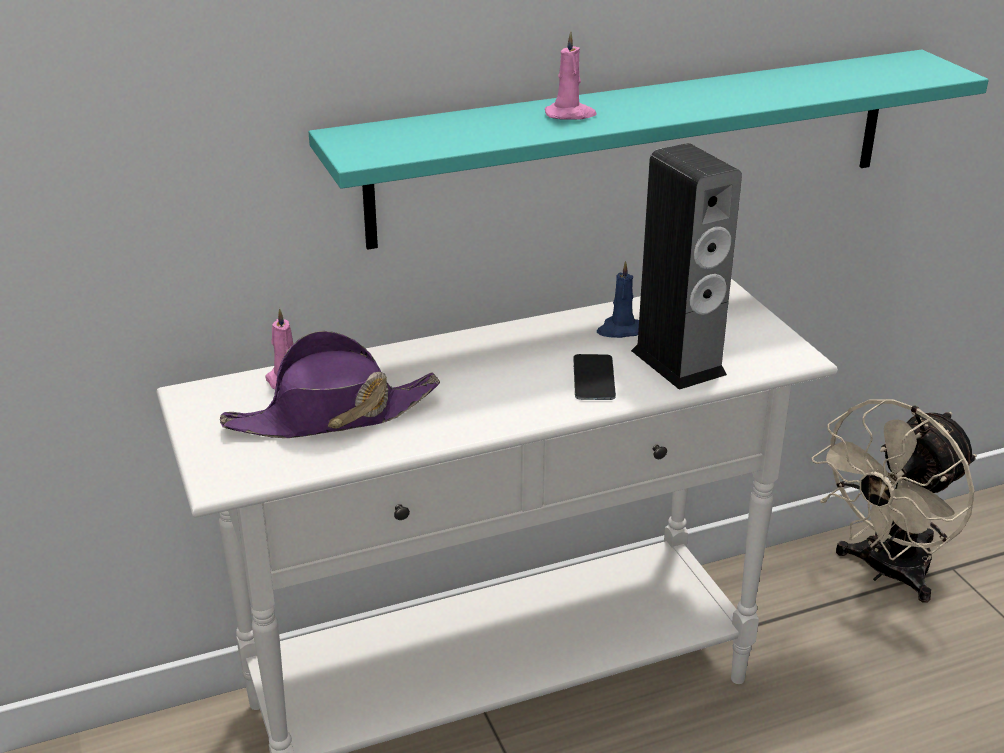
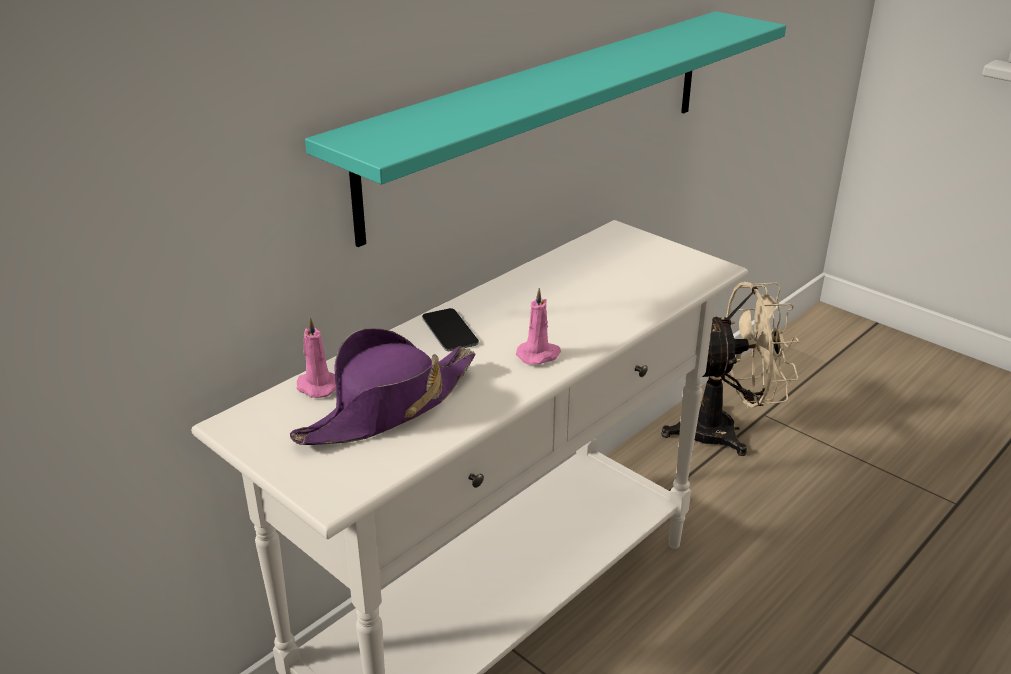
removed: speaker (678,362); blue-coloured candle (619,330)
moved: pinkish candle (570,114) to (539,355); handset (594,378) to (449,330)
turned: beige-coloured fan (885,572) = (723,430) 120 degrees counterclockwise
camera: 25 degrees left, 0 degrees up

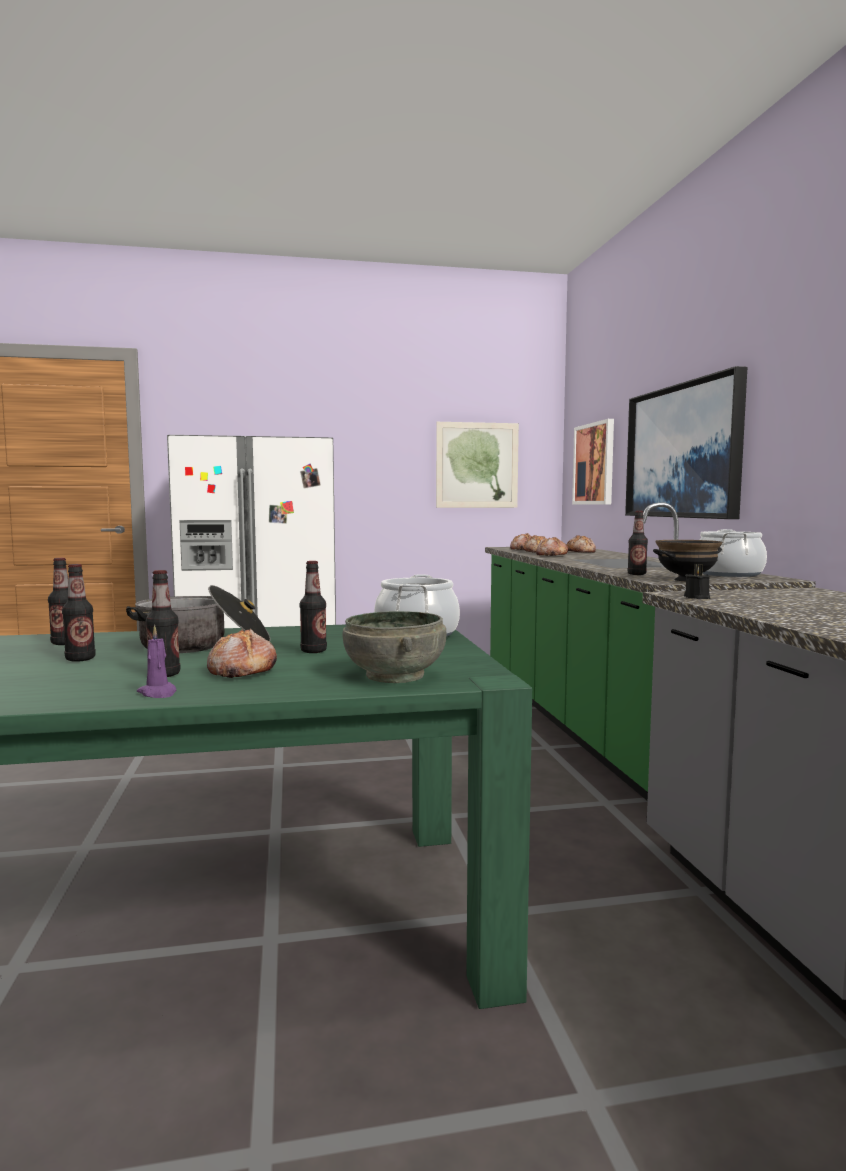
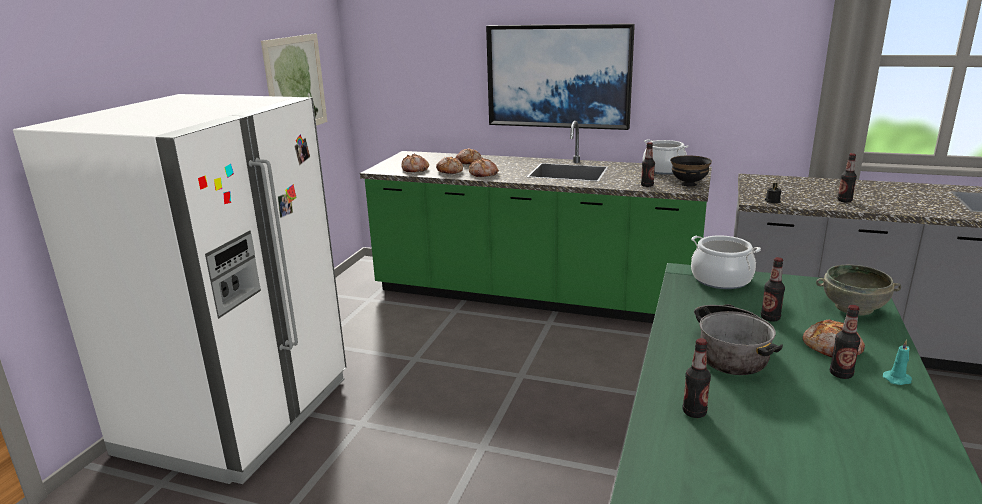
removed: wall picture (594,464)
moved: bottle (80,659) to (844,201)
recoloured: purple-coloured candle (158,693) to blue-green candle (898,379)
camera: 60 degrees left, 15 degrees up

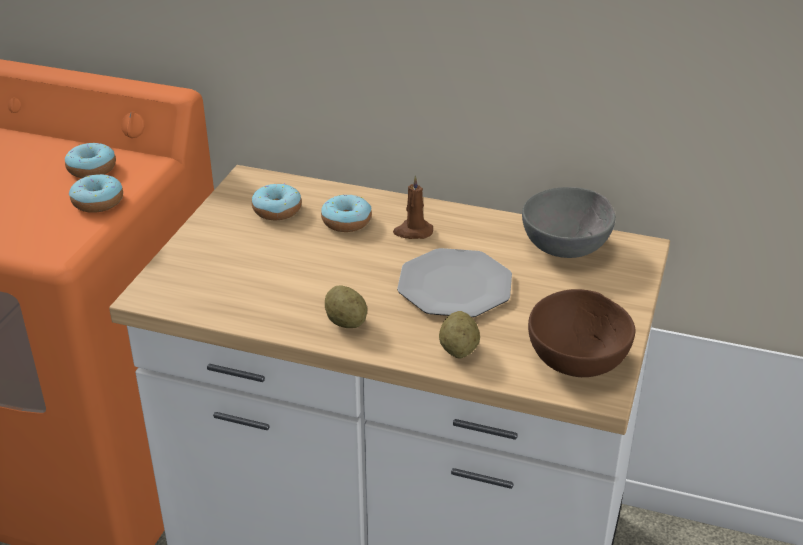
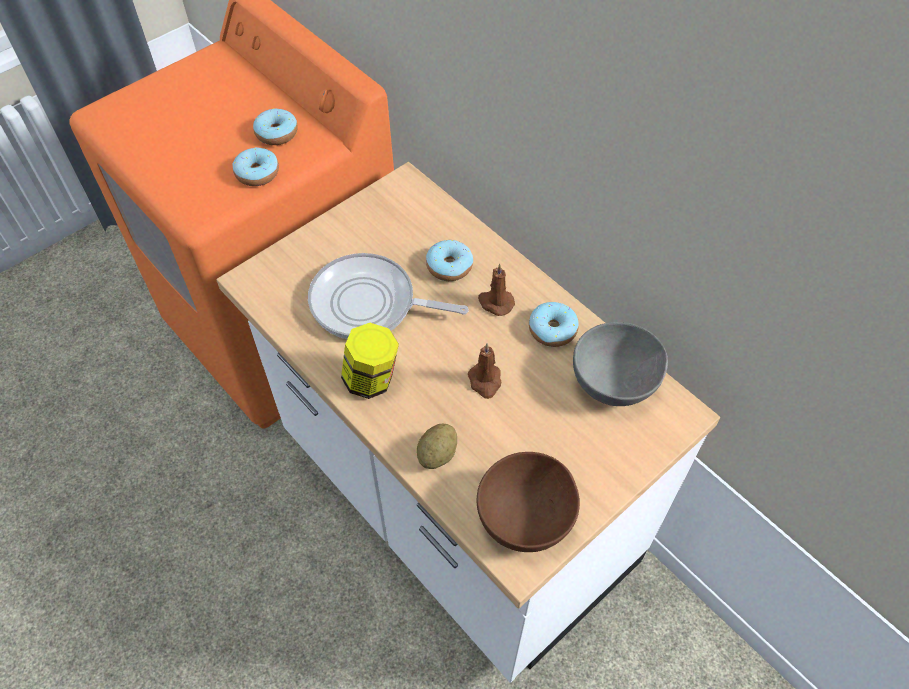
added: frying pan (369,304)
moved: doughnut (277,210) to (552,330)
replaced: dinner plate (454,286) to brownish candle (485,381); potato (346,322) to storage jar (372,379)
camera: 30 degrees right, 20 degrees up

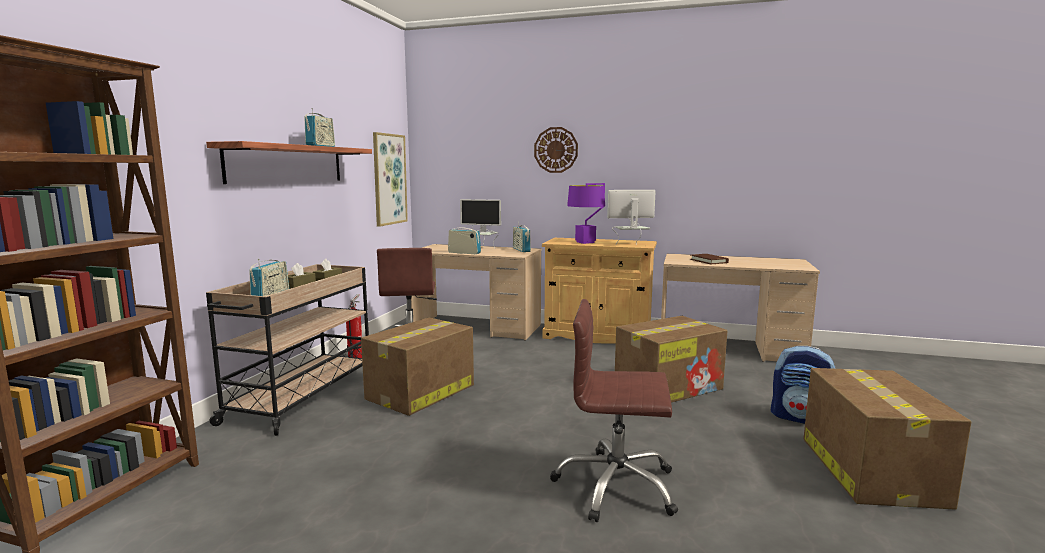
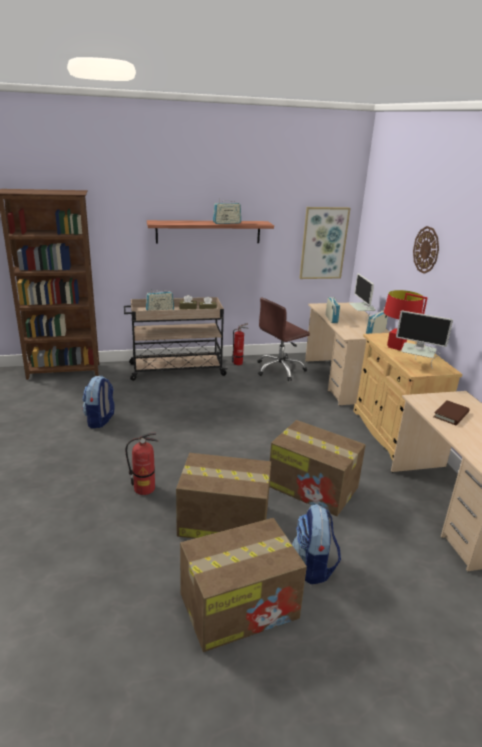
added: knapsack (100,420)
moved: carton (419,392) to (222,521)
replaced: brownish desk chair (616,486) to fire extinguisher (144,488)
recoloured: purple-coloured table lamp (585,242) to red-coloured table lamp (396,347)
turned: computer screen (630,244) = (416,365) 150 degrees clockwise
camera: 60 degrees right, 15 degrees up

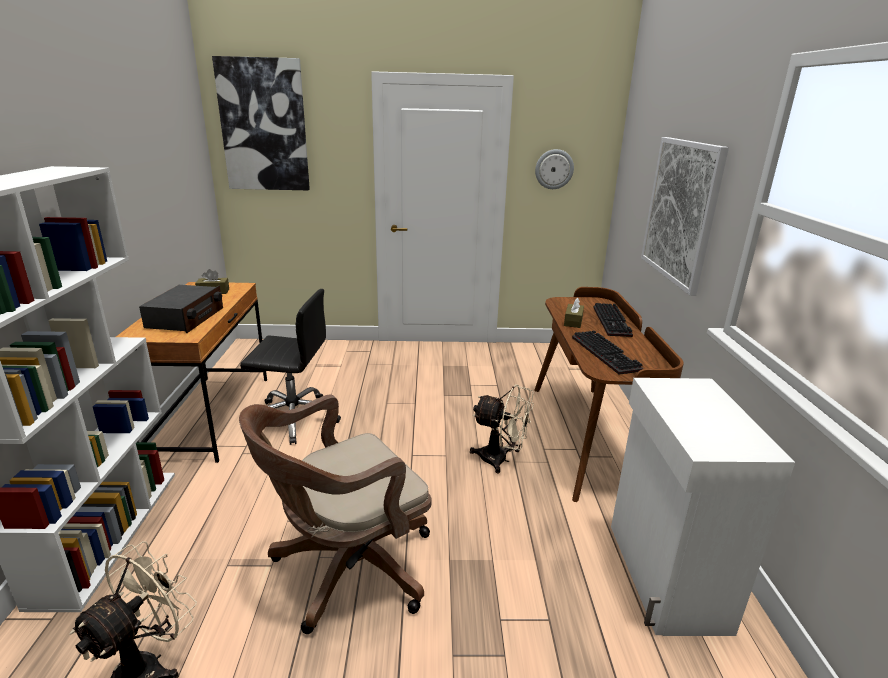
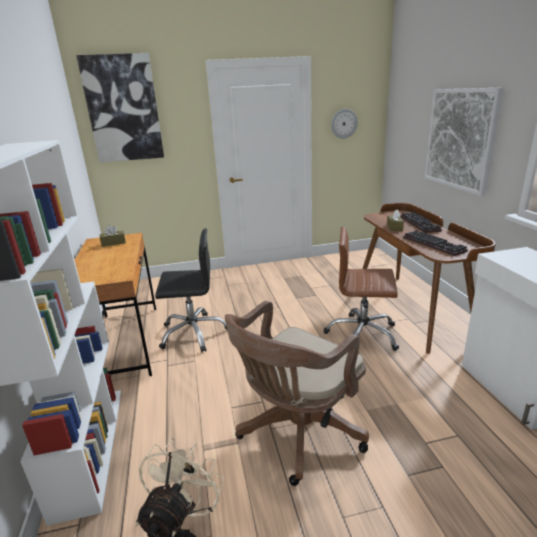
removed: radio set (186,318)
replaced: beige-coloured fan (500,460) to brownish desk chair (362,335)
camera: 10 degrees left, 0 degrees up

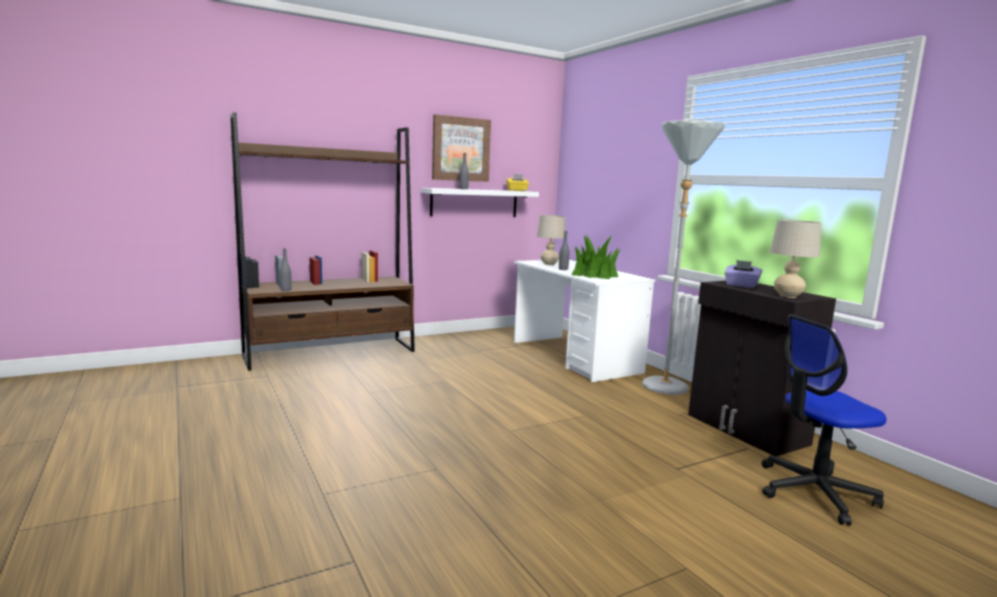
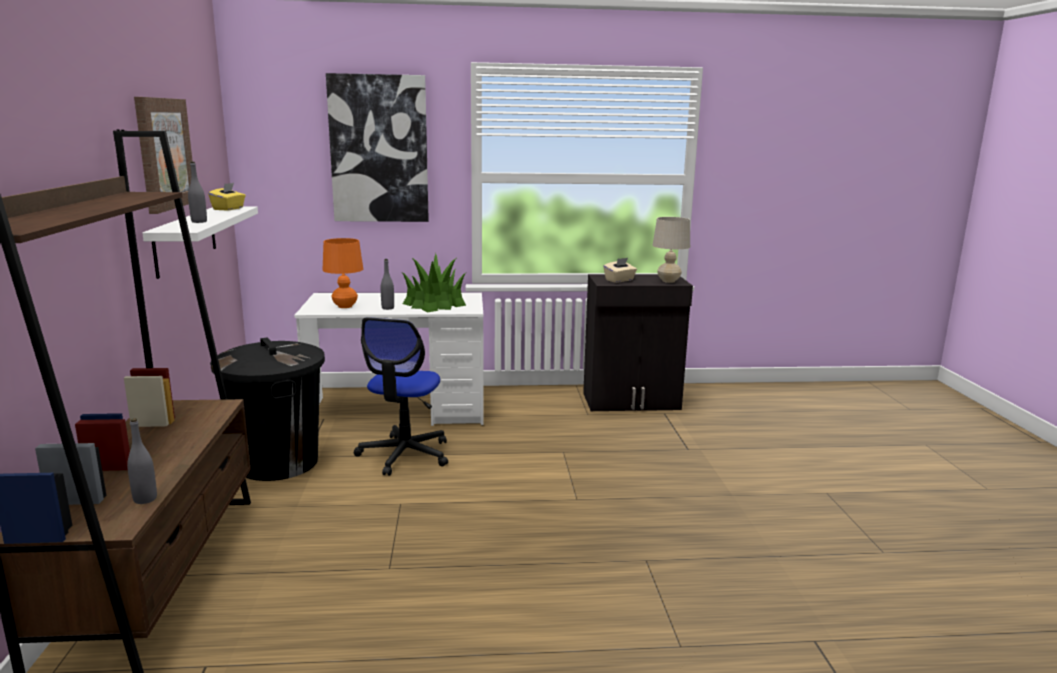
removed: greyish standing lamp (664,390)
added: wall picture (379,149); black waste bin (278,462)
moved: desk chair (814,492) to (404,455)
recoloured: beige-coloured table lamp (549,264) to orange-coloured table lamp (345,306); purple-coloured box of tissues (741,285) to beige-coloured box of tissues (619,280)
camera: 65 degrees left, 5 degrees up

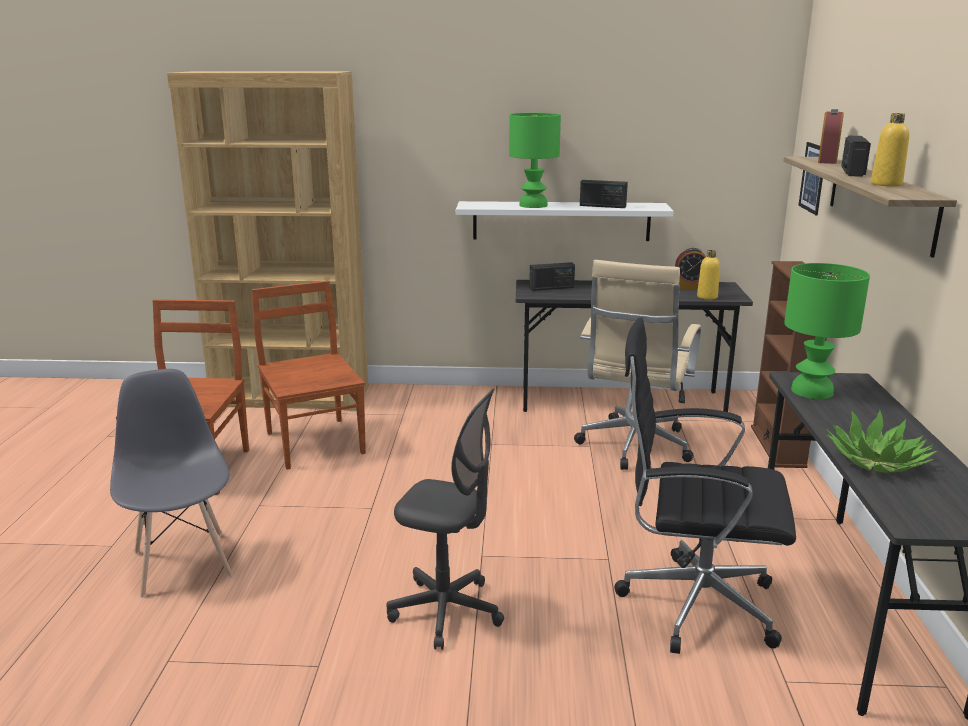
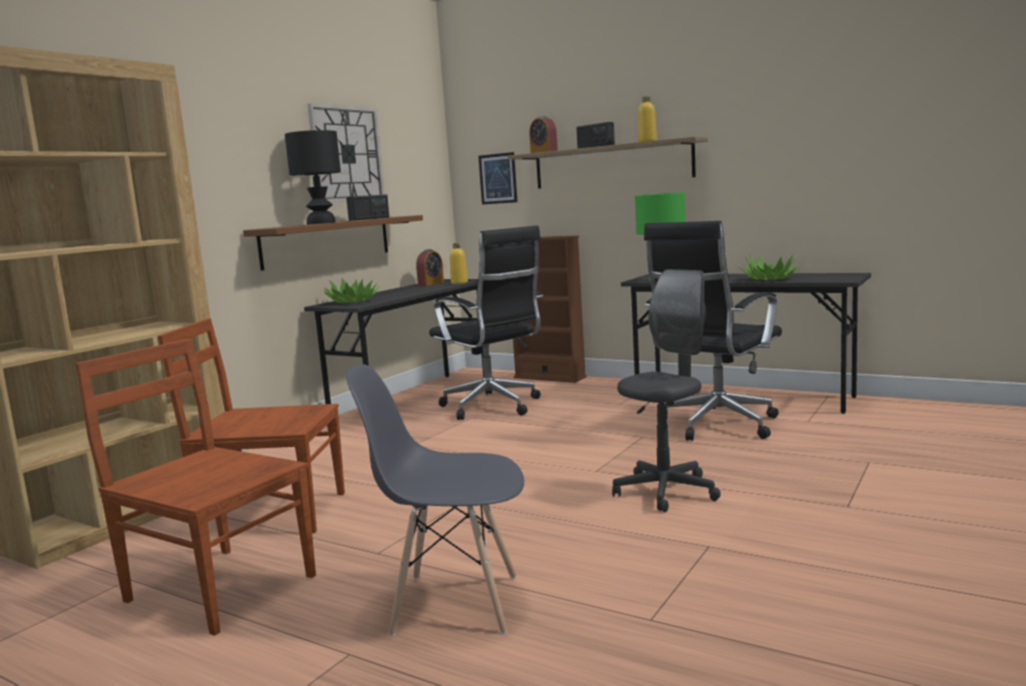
added: clock on the wall (346,154)
replaced: radio set (551,288) to potted plant (353,302)
recoloured: greenish table lamp (532,205) to black table lamp (320,223); white-coloured shelf (561,221) to brownish shelf (327,241); beige-coloured desk chair (634,447) to black desk chair (493,407)
camera: 60 degrees left, 10 degrees down

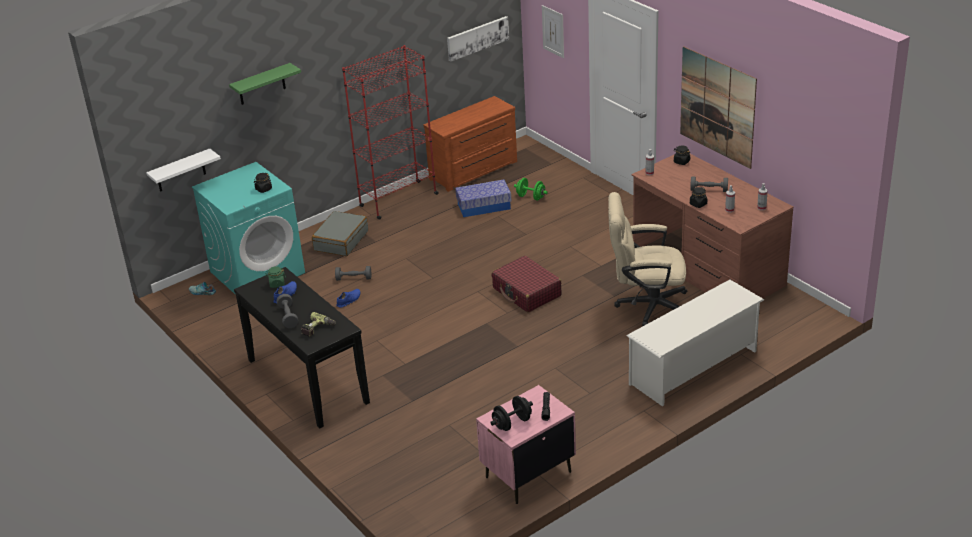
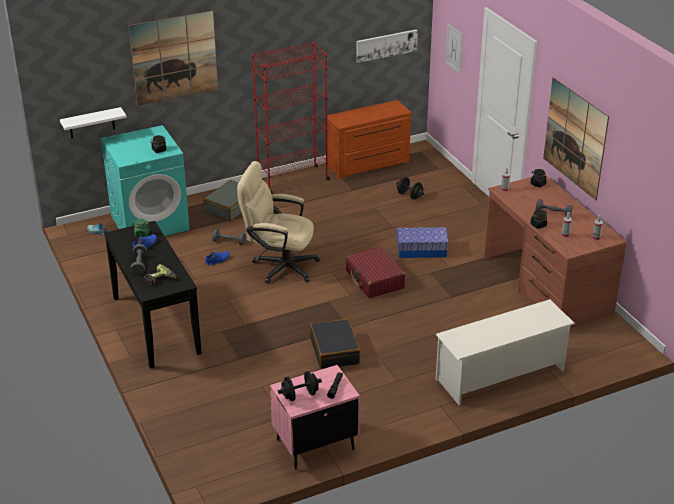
added: black travel case (335,351)
moved: storage container (484,206) to (421,250); beige-coloured desk chair (646,305) to (279,266)
replaced: greenish shelf (261,84) to wall picture (174,58)
recoloured: greenish hand weight (531,197) to black hand weight (409,195)
camera: 10 degrees right, 0 degrees up

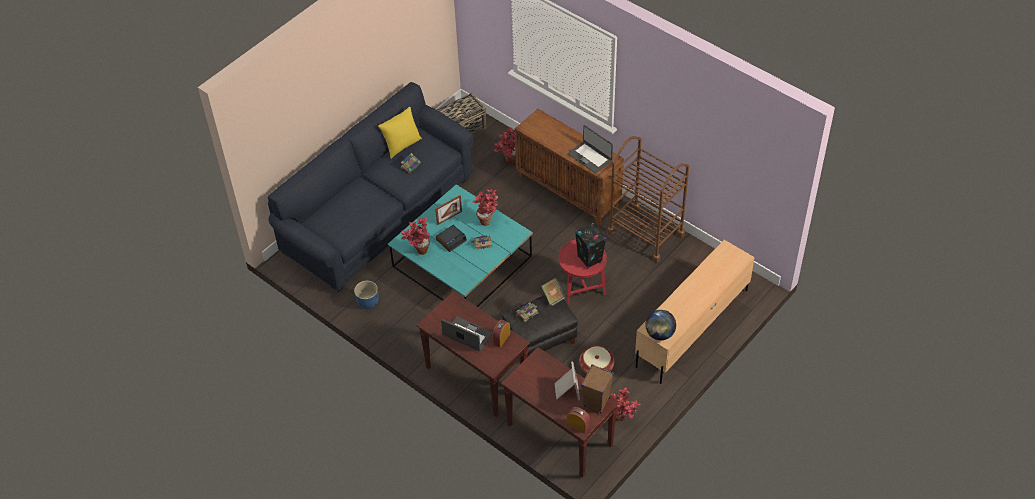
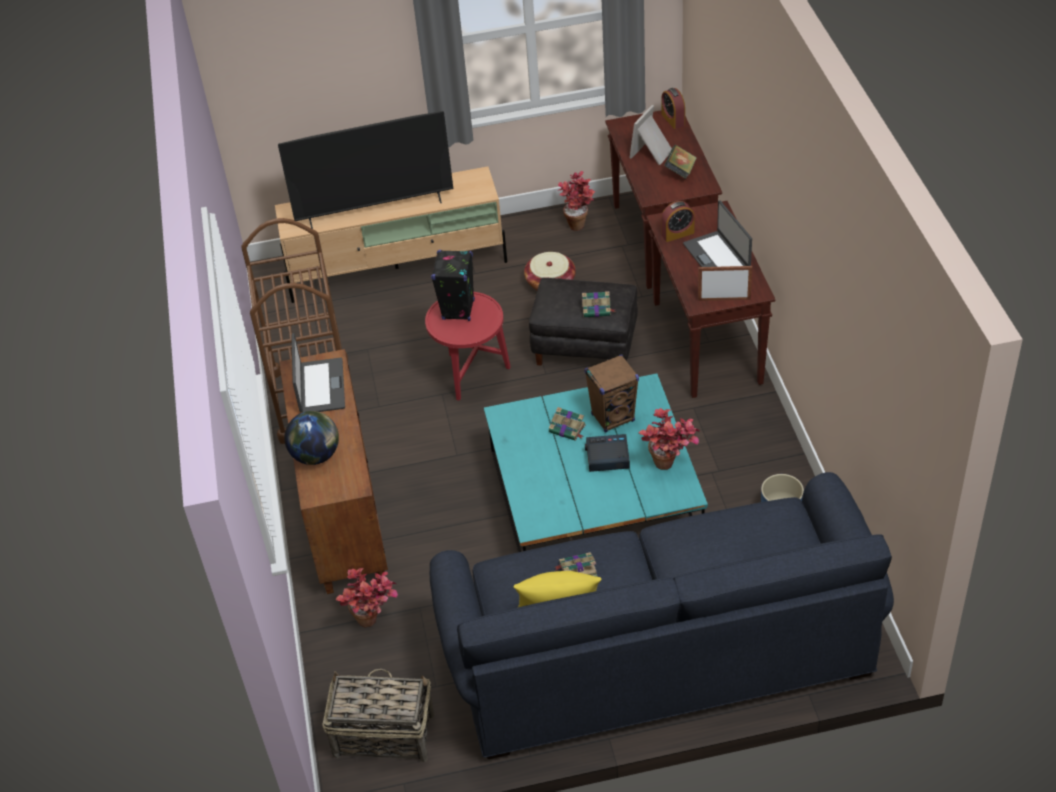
removed: potted plant (488,220)
added: TV (375,210)
moved: picture frame (449,217) to (724,299); book (553,297) to (680,171); globe (659,334) to (316,455); brownish speaker (596,402) to (613,417)
camera: 140 degrees left, 5 degrees down

